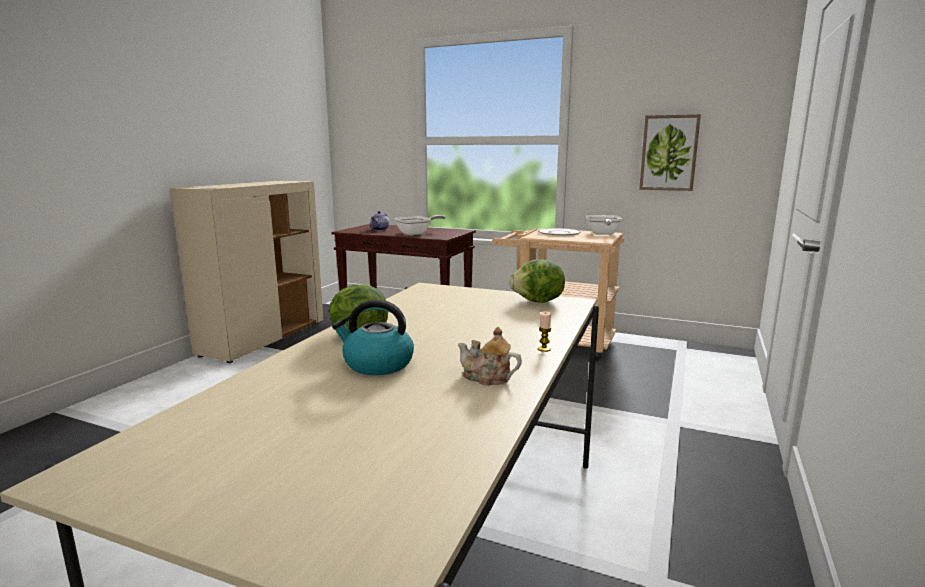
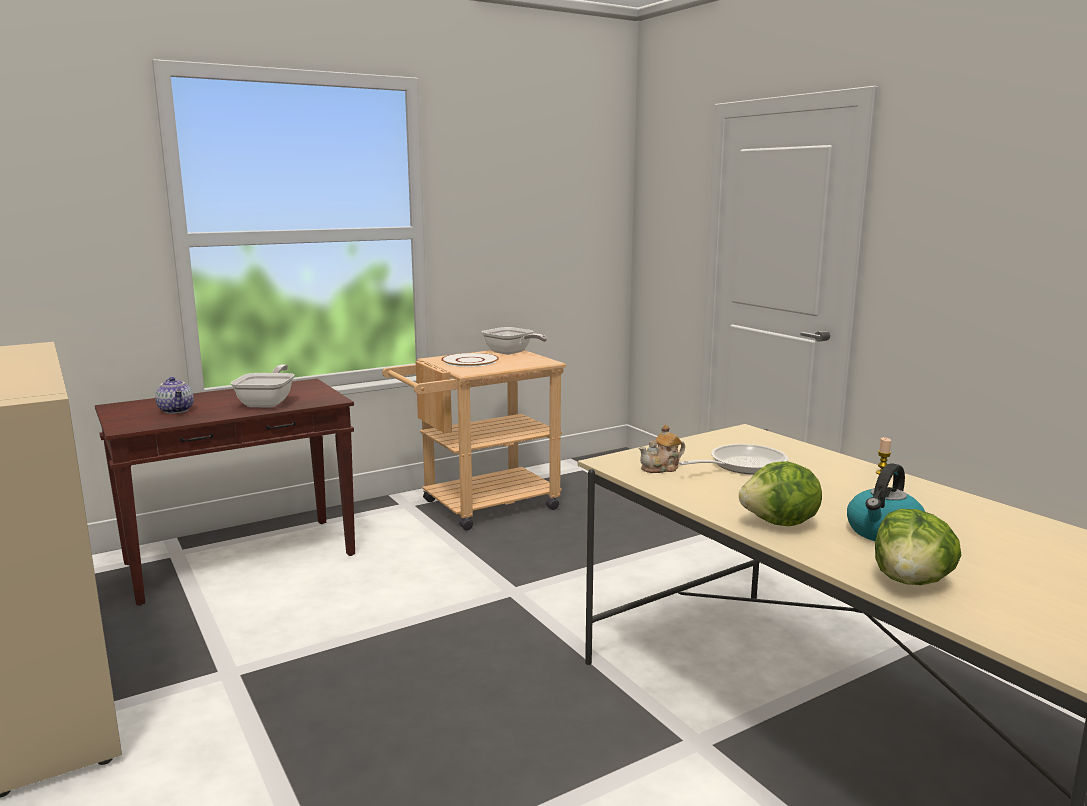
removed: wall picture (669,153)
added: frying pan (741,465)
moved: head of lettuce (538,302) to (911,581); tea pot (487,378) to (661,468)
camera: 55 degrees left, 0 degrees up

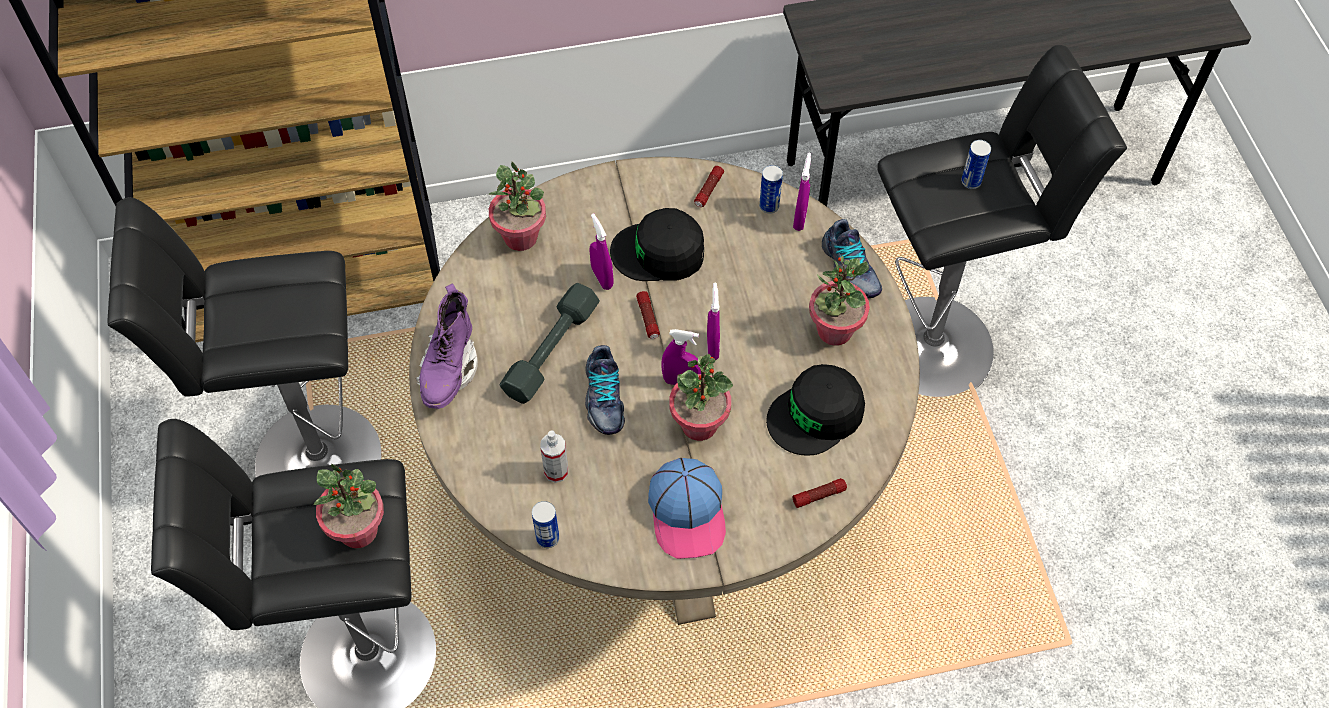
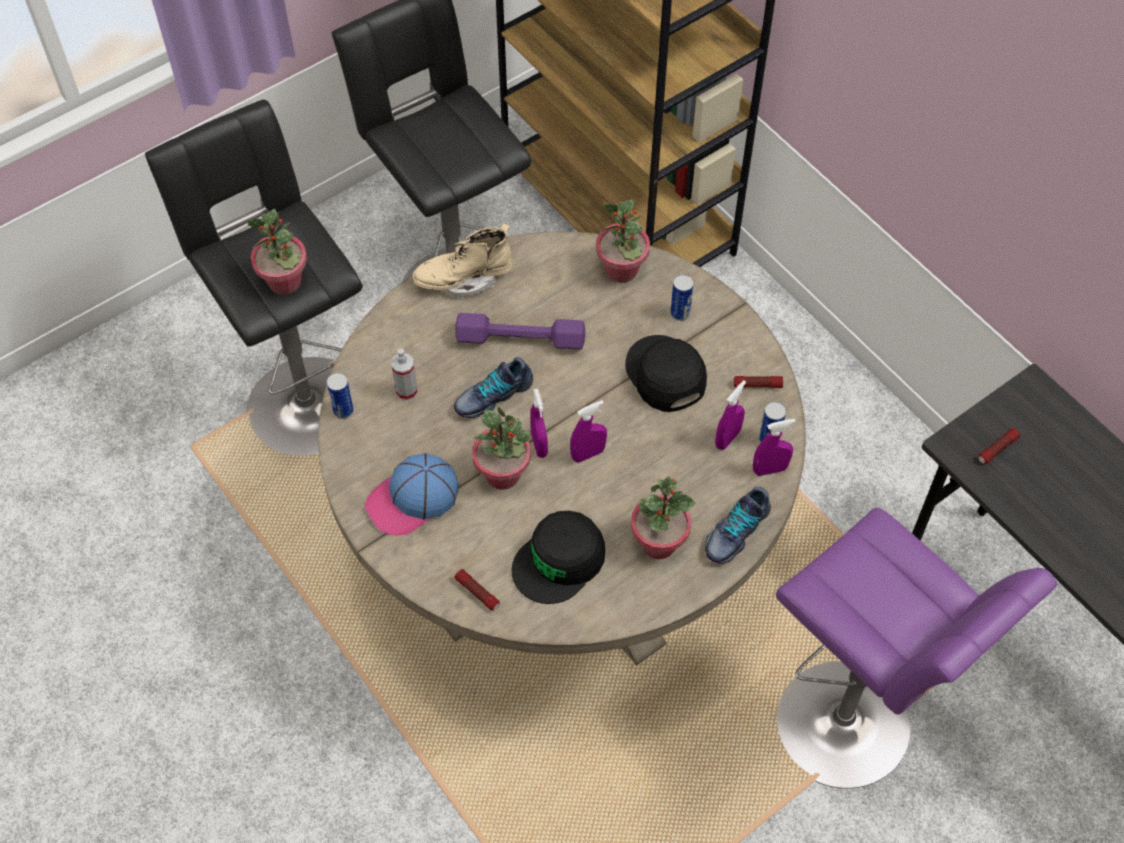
moved: sealed can (971,182) to (680,313); purple-coloured sprayer (602,278) to (727,438); torch (648,318) to (997,449)
recoloured: black stool seat (940,343) to purple-coloured stool seat (850,730); purple-coloured tall boot (449,370) to beige-coloured tall boot (464,279); greyish hand weight (551,350) to purple-coloured hand weight (520,338)
turned: black cap (816,415) = (559,561) 75 degrees counterclockwise
camera: 65 degrees right, 0 degrees up

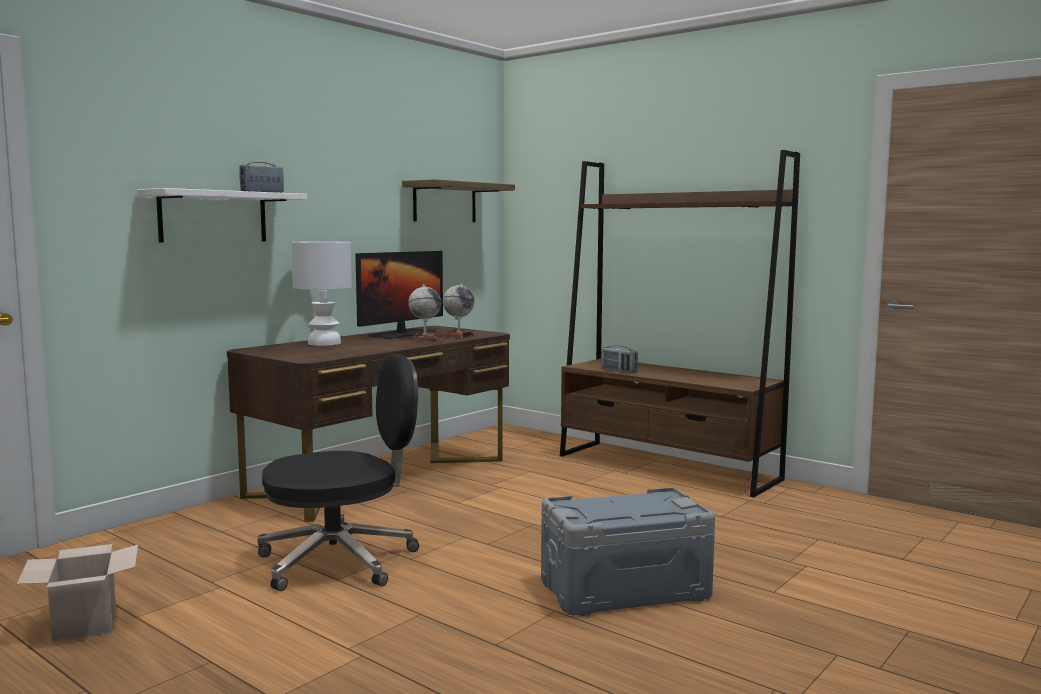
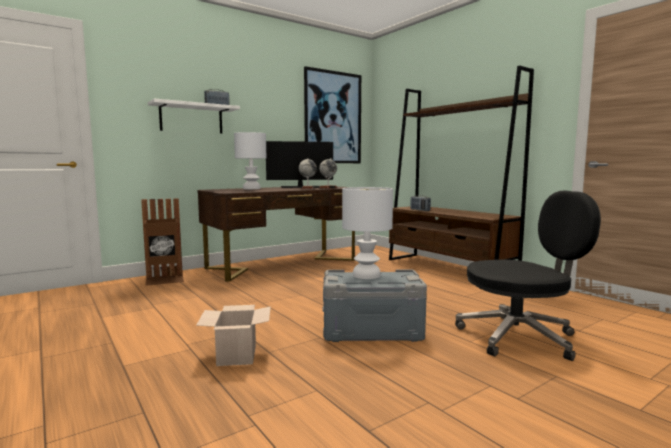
added: white-coloured table lamp (367,275); brownish waste bin (165,280)
moved: black desk chair (341,560) to (519,337); carton (84,623) to (236,355)
replaced: shelf (445,202) to wall picture (333,118)
turned: computer screen (402,334) = (300,187) 150 degrees counterclockwise
camera: 15 degrees right, 0 degrees up

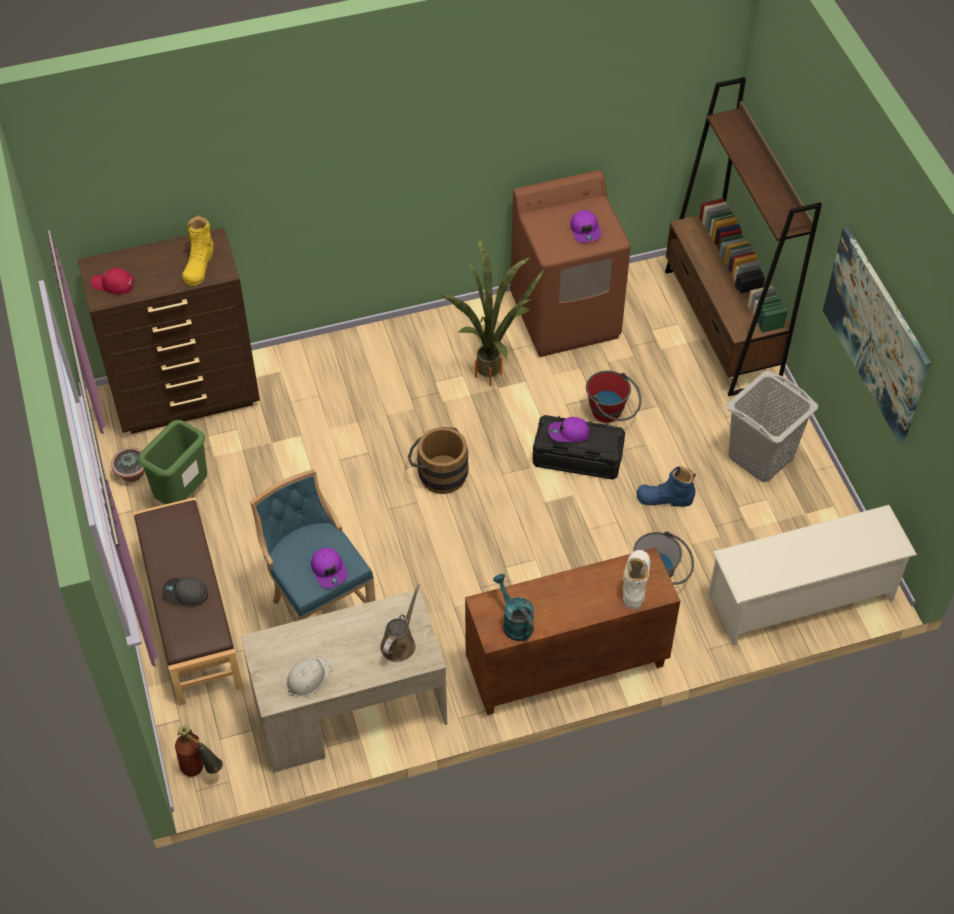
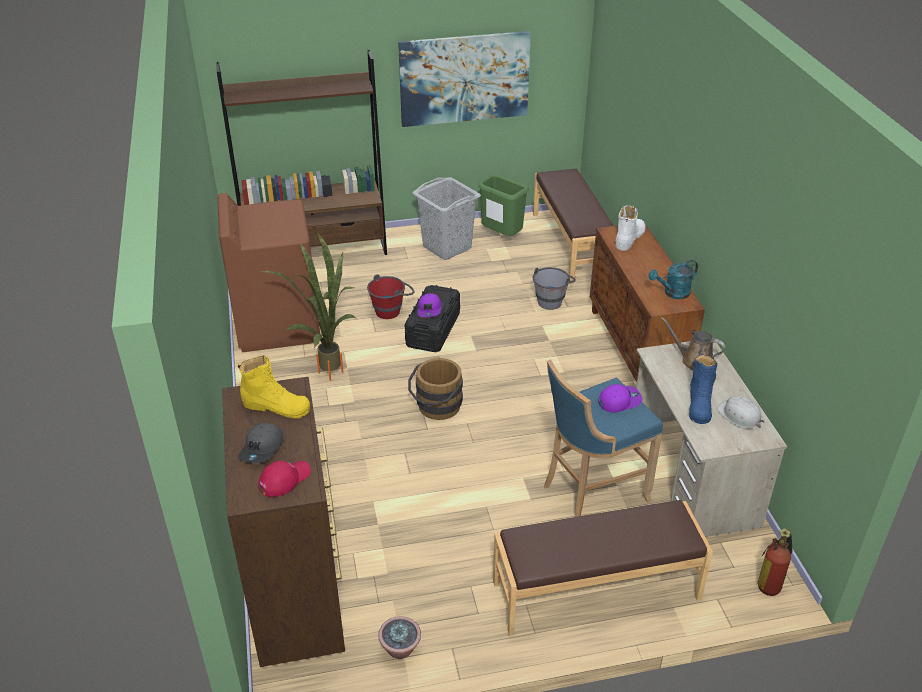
removed: purple-coloured cap (585,230)
moved: greenish waste bin (182,494) to (501,237); blue-coloured tall boot (665,498) to (699,404); greyish cap (185,594) to (262,449)
replaced: white-coloured shoe stand (801,599) to brownish long seat (572,244)
turned: red-coloured cap (113,284) = (284,479) 150 degrees counterclockwise; white-coloured tall boot (635,582) = (629,238) 105 degrees clockwise
camera: 85 degrees left, 15 degrees down

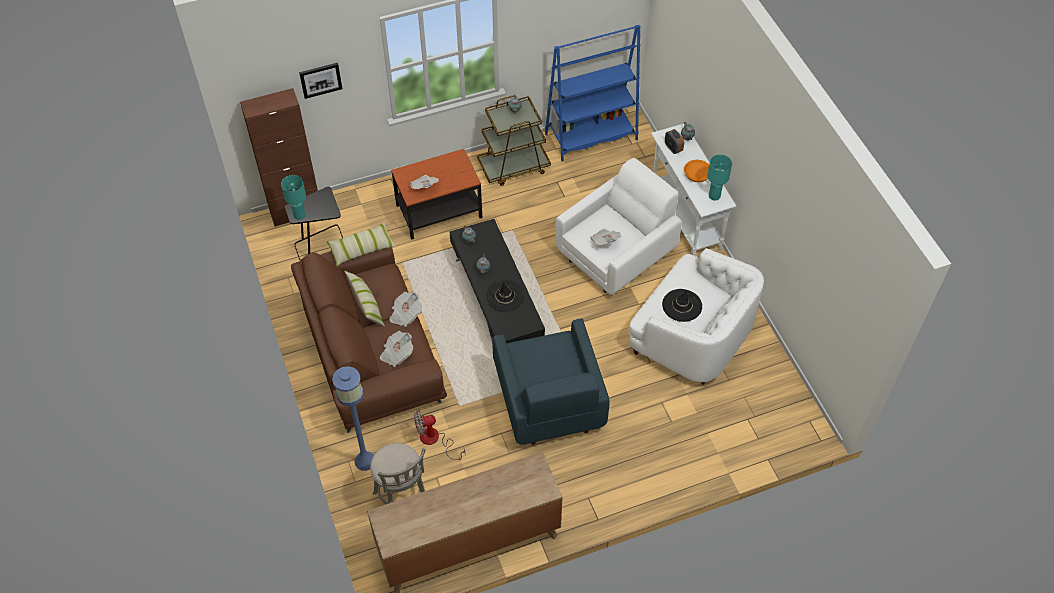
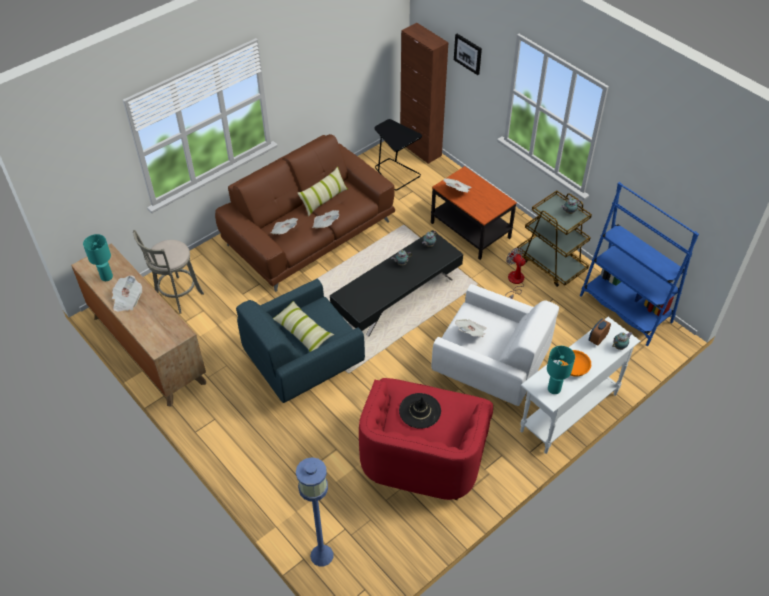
removed: black hat (505,296)
added: printed paper (127,300)
moved: blue-green table lamp (300,215) to (107,277); cushion (361,248) to (302,331); blue-coloured standing lamp (365,460) to (322,555); fan (435,440) to (514,282)
recoloured: white-coloured easy chair (692,337) to red-coloured easy chair (423,455)
camera: 70 degrees right, 5 degrees down

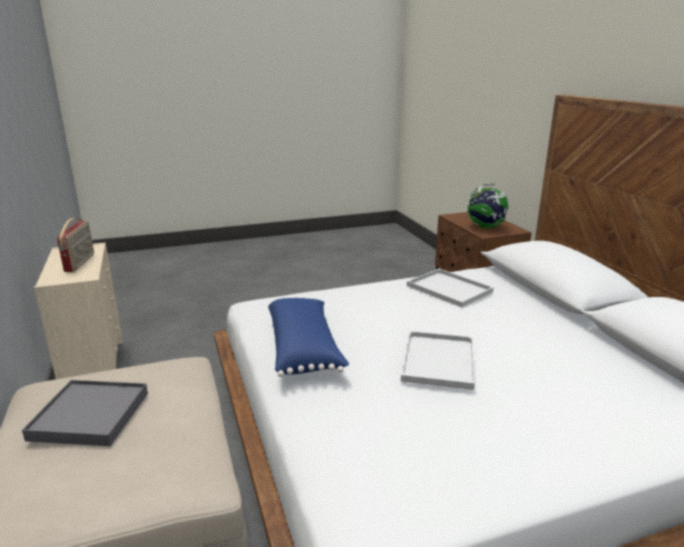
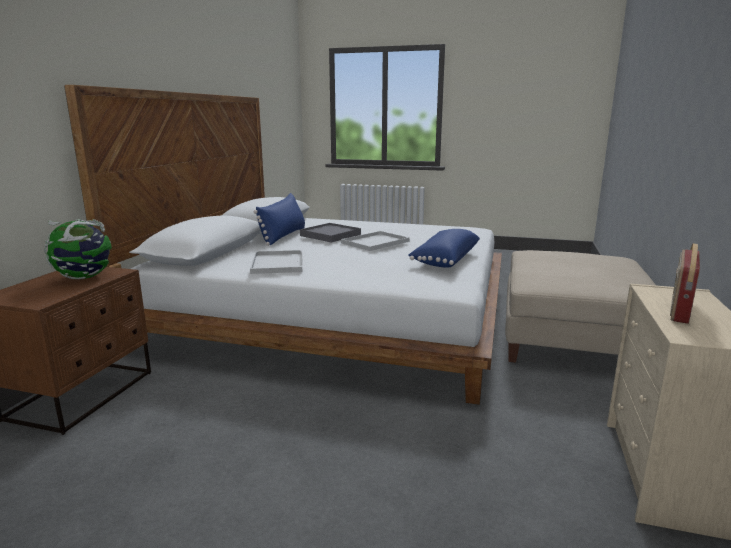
added: blue-coloured cushion (283,236)
moved: greyish serving tray (90,416) to (330,235)
camera: 145 degrees left, 5 degrees down

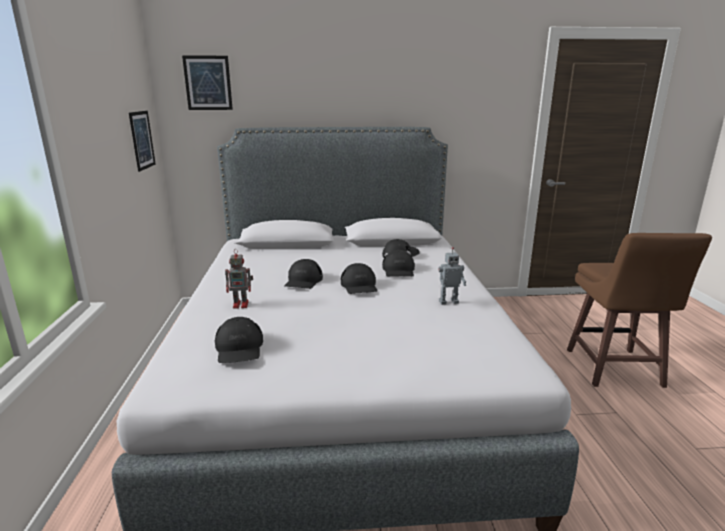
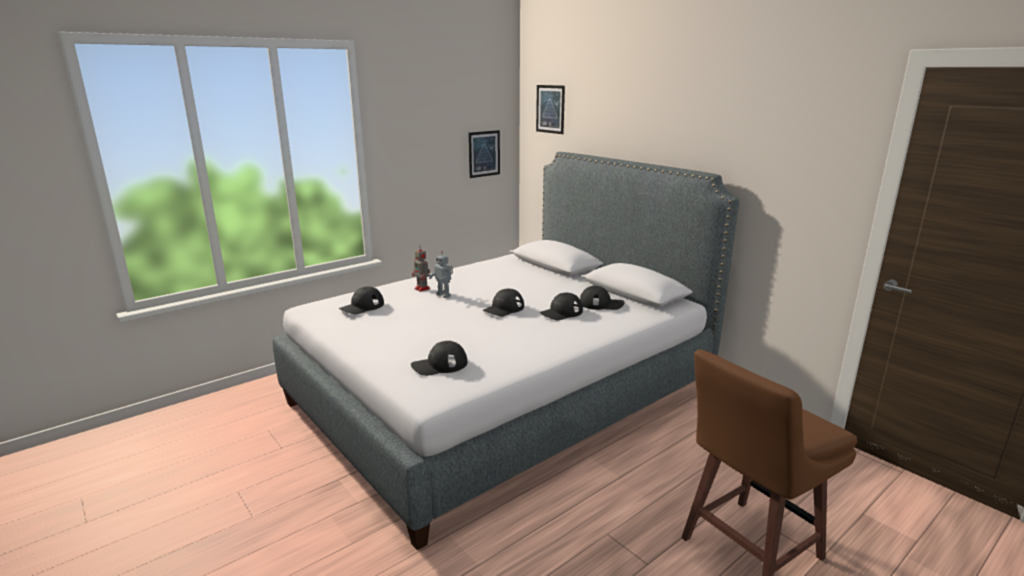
moved: model robot (448,302) to (444,295); black cap (303,281) to (439,365)
camera: 55 degrees right, 0 degrees up

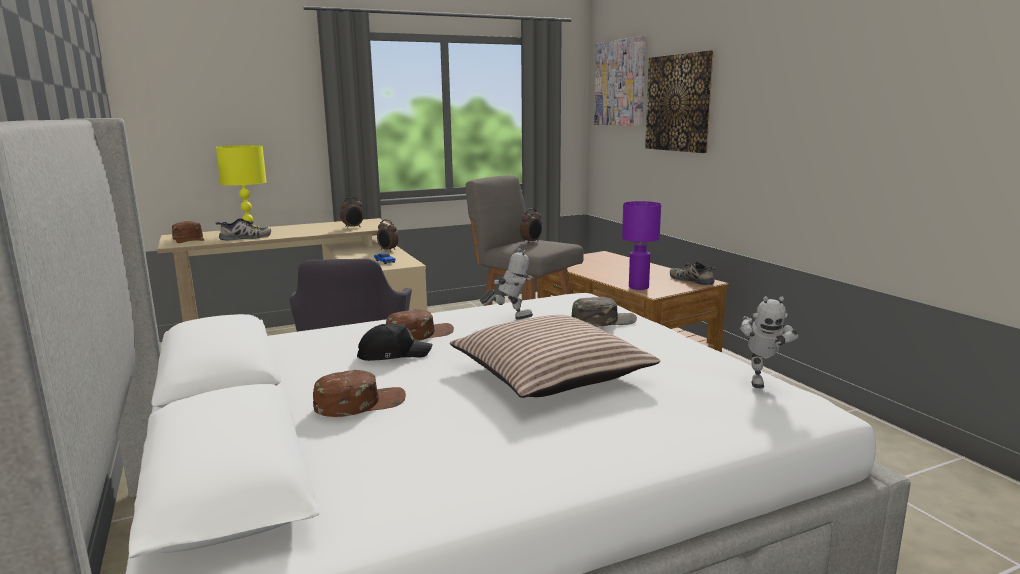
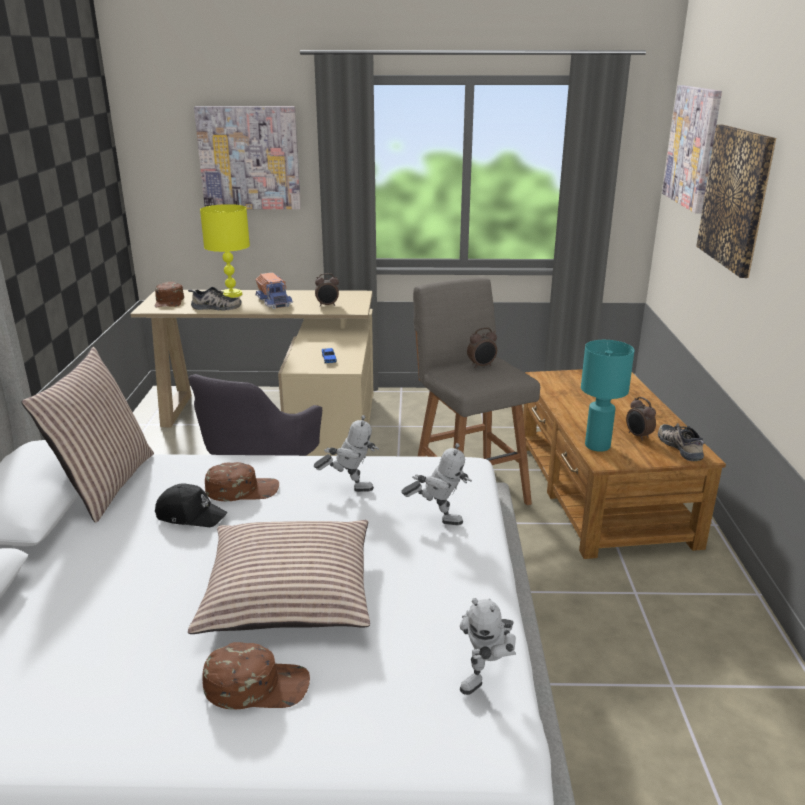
added: wall picture (249,158); model truck (274,301); cushion (105,484)
moved: bedside clock (388,250) to (638,436); brownish cap (360,403) to (257,685)
replaced: greenish cap (603,320) to model robot (438,518)
recoloured: purple-coloured table lamp (639,287) to blue-green table lamp (598,446)
camera: 25 degrees right, 10 degrees up

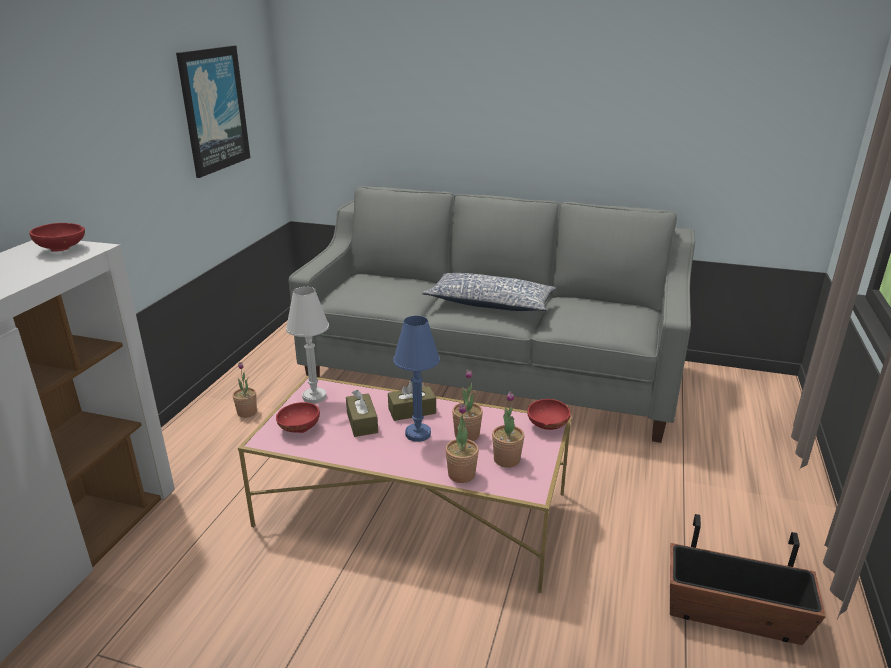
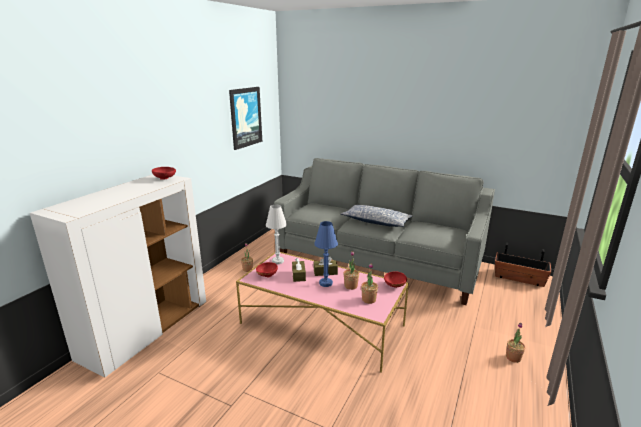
moved: potted plant (461,474) to (513,358); flower pot (732,614) to (519,278)
camera: 10 degrees right, 5 degrees down

